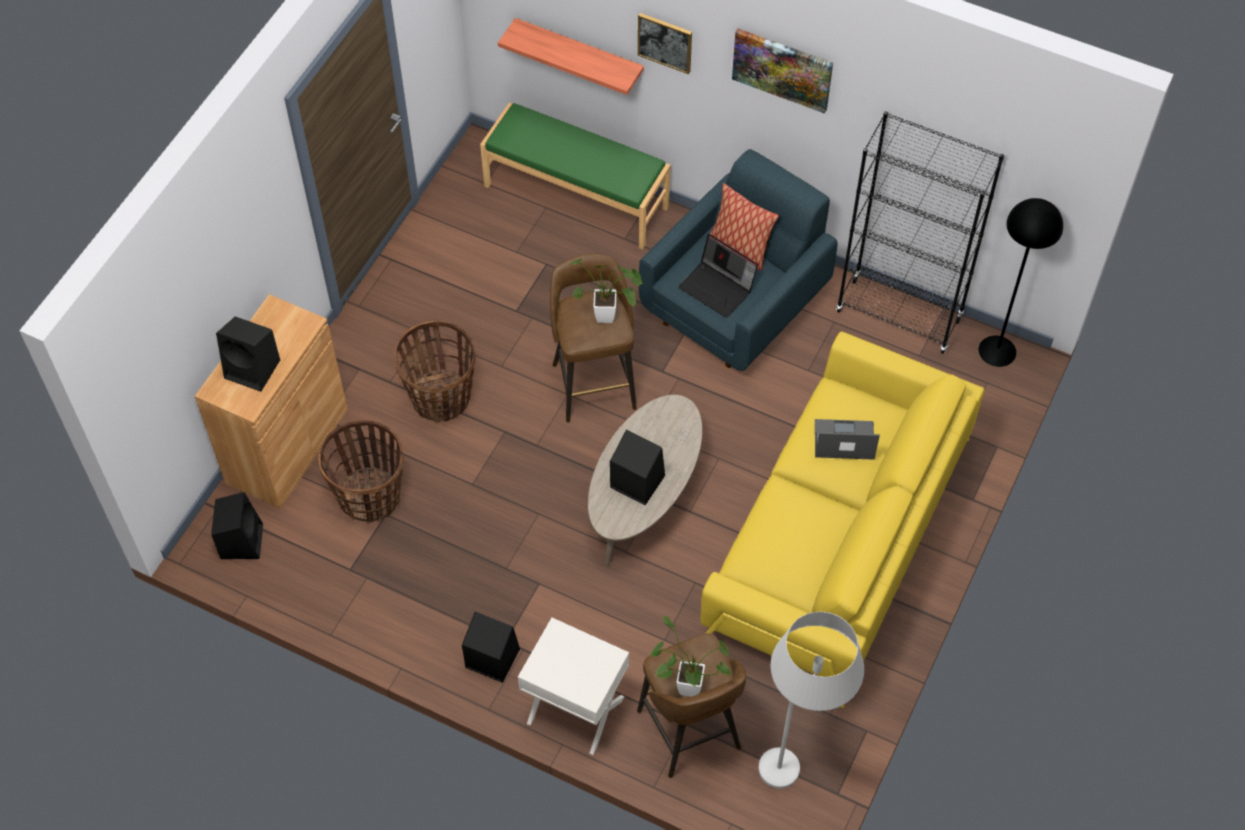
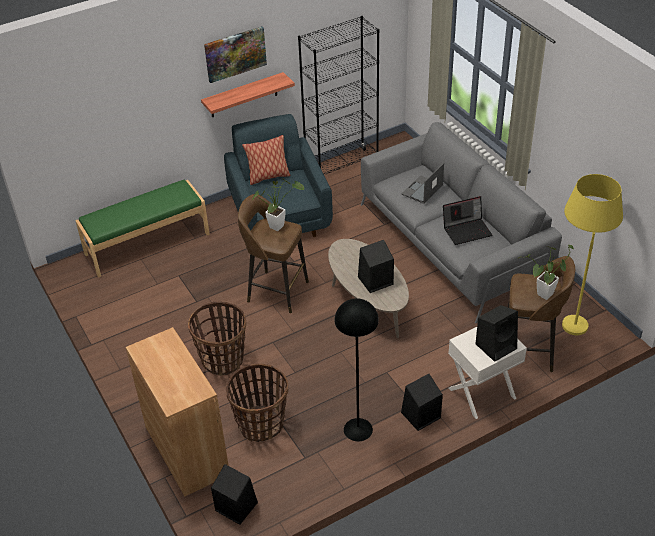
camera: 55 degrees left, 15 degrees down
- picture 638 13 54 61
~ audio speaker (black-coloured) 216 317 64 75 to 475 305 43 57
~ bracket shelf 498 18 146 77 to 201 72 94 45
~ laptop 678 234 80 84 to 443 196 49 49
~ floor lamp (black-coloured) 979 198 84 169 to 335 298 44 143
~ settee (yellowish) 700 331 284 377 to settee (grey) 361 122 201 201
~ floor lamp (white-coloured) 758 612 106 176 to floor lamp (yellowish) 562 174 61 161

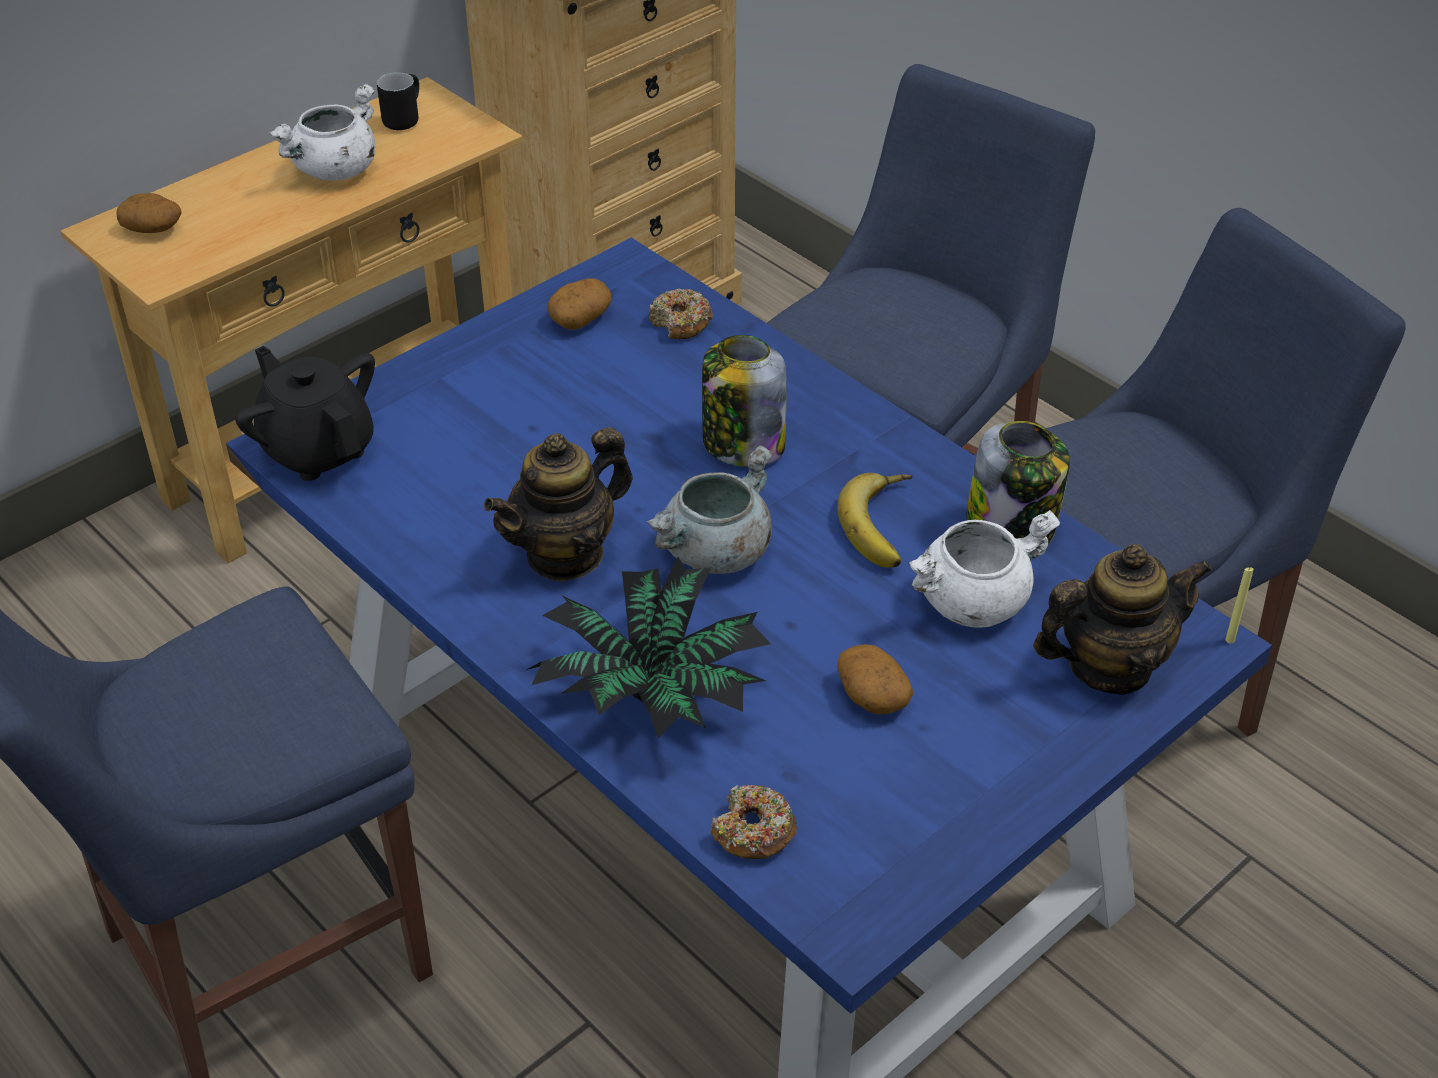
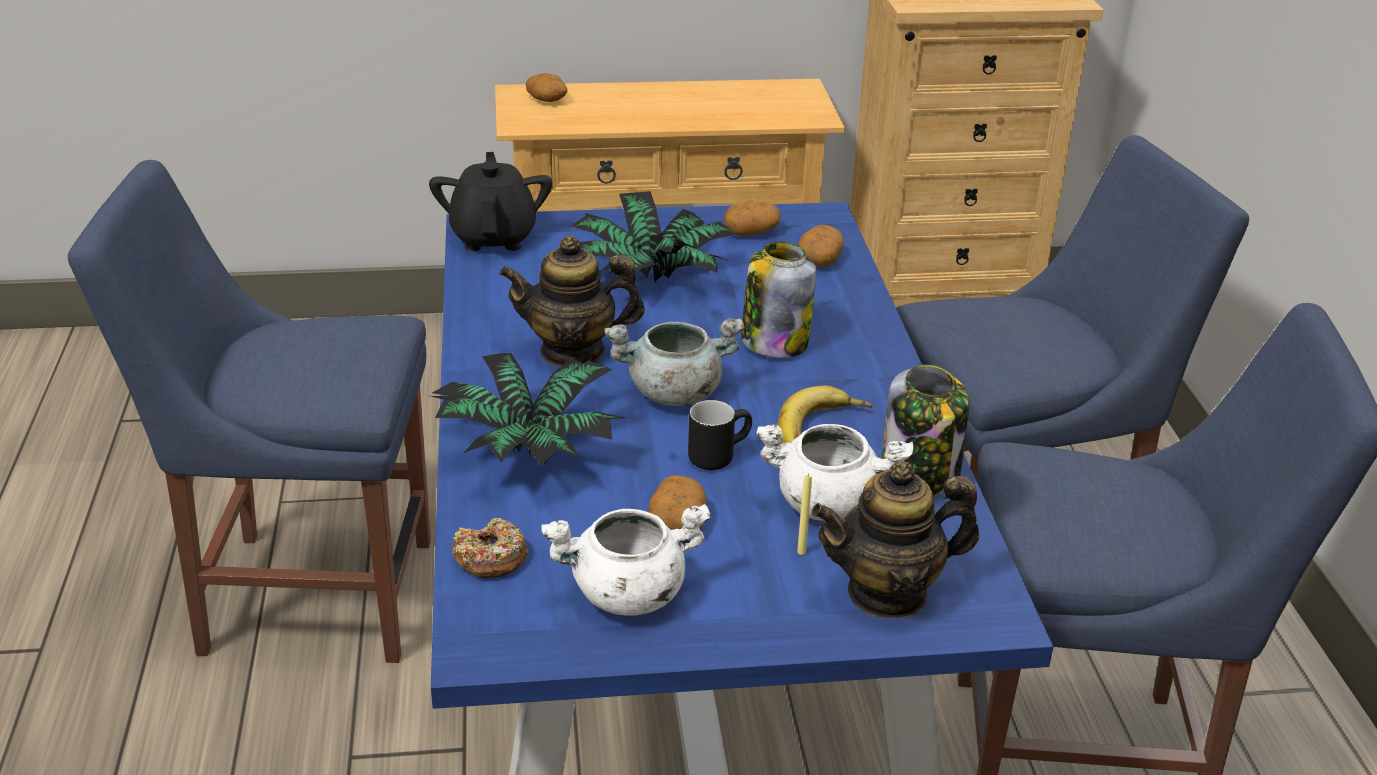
camera: 35 degrees right, 10 degrees down
+ houseplant 571 191 164 91
~ stockpot (white-coloured) 270 84 106 97 to 541 504 170 112
~ mug (black-coloured) 377 72 42 58 to 688 400 64 70
~ wax candle (yellowish) 1225 567 28 76 to 797 475 15 80
~ doughnut 649 288 64 51 to spud 798 225 46 42
~ teapot 1033 544 179 151 = 811 461 168 158 150 degrees clockwise

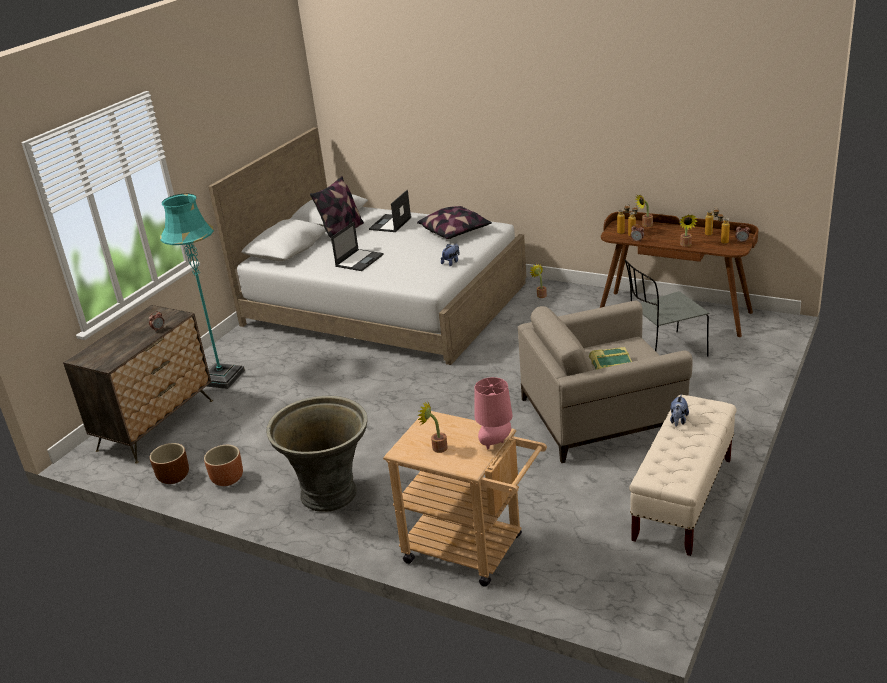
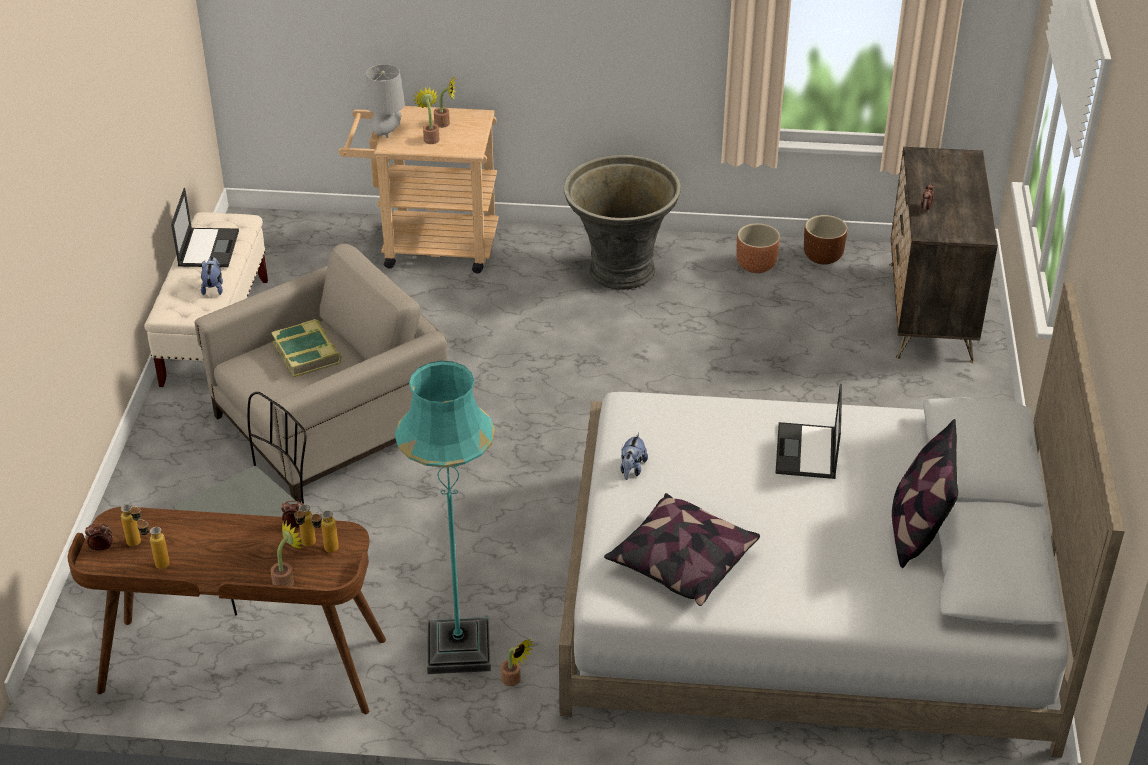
camera: 155 degrees right, 10 degrees up
~ floor lamp (turquoise-coloured) 160 194 85 195 to 395 361 100 313
~ laptop 369 190 42 42 to 171 188 68 79
~ houseplant 679 214 19 33 to 412 87 28 57
~ table lamp (pink) 474 377 39 72 to table lamp (grey) 366 64 39 74

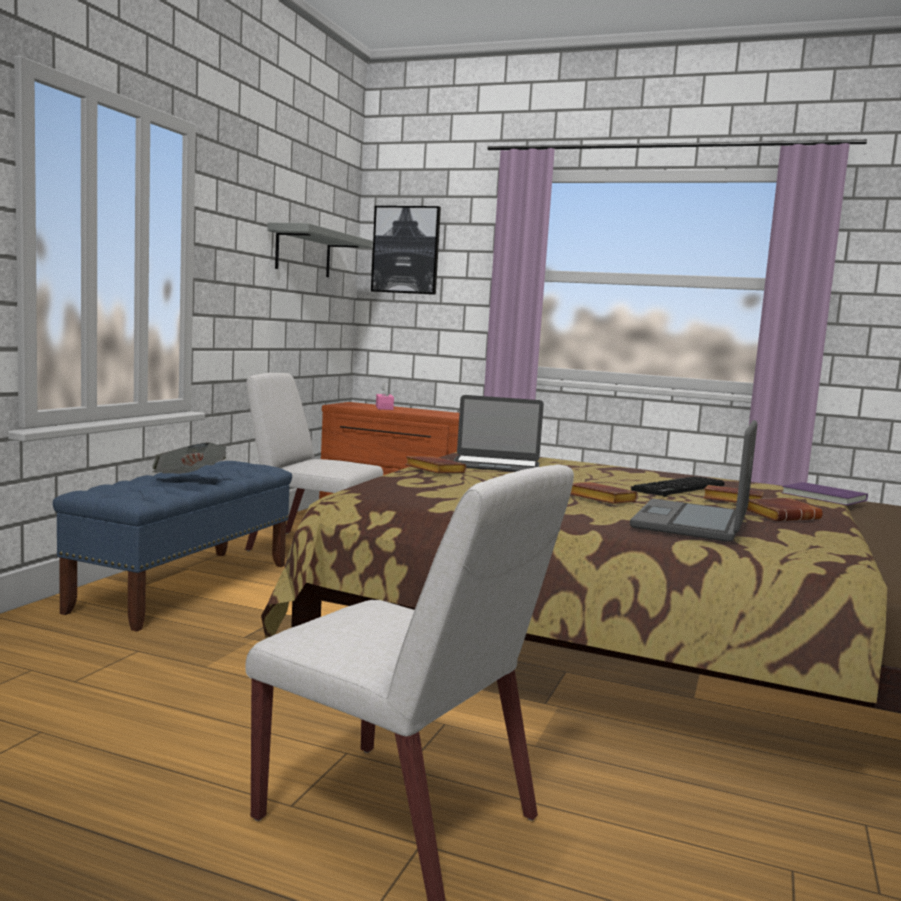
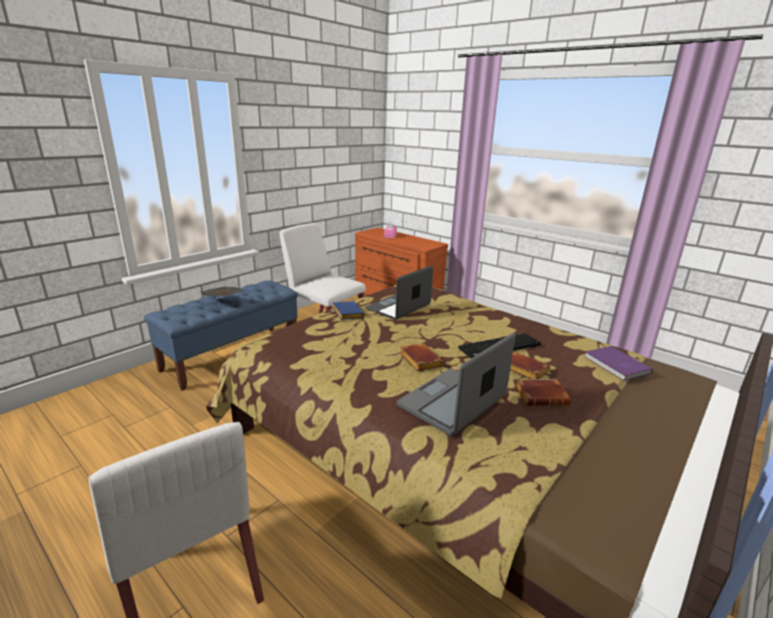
camera: 20 degrees right, 15 degrees up
- bracket shelf (grey) 267 223 106 54
- picture 371 206 70 89
~ bound book (brownish) 405 456 62 17 to bound book (blue-coloured) 332 301 33 19
~ laptop 453 395 91 77 = 365 265 68 55 105 degrees clockwise

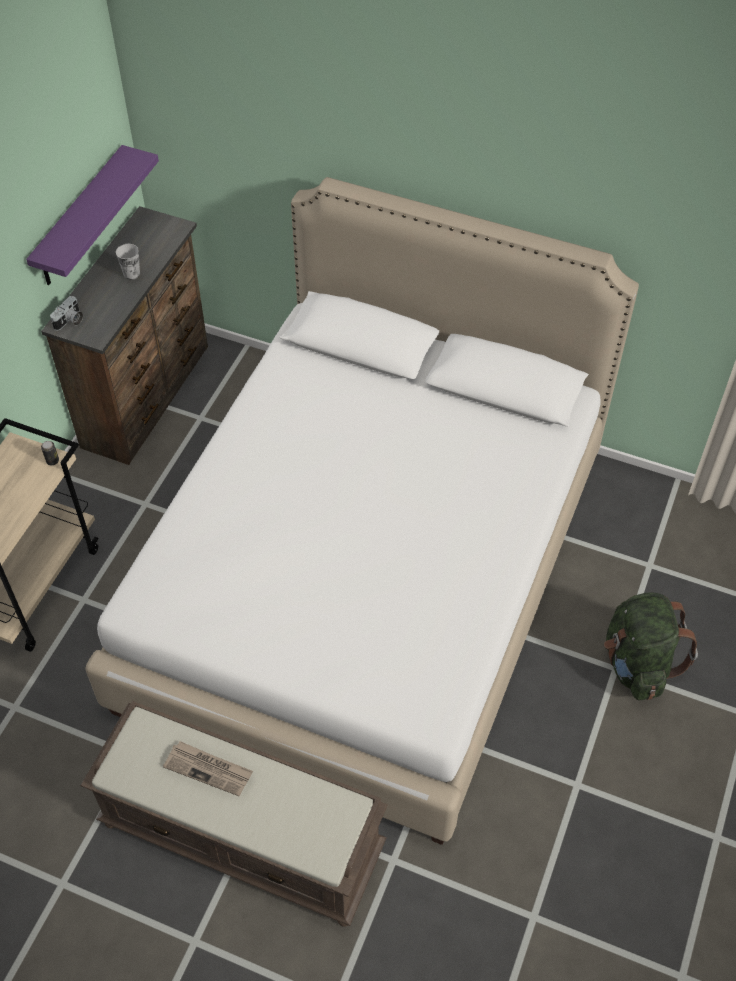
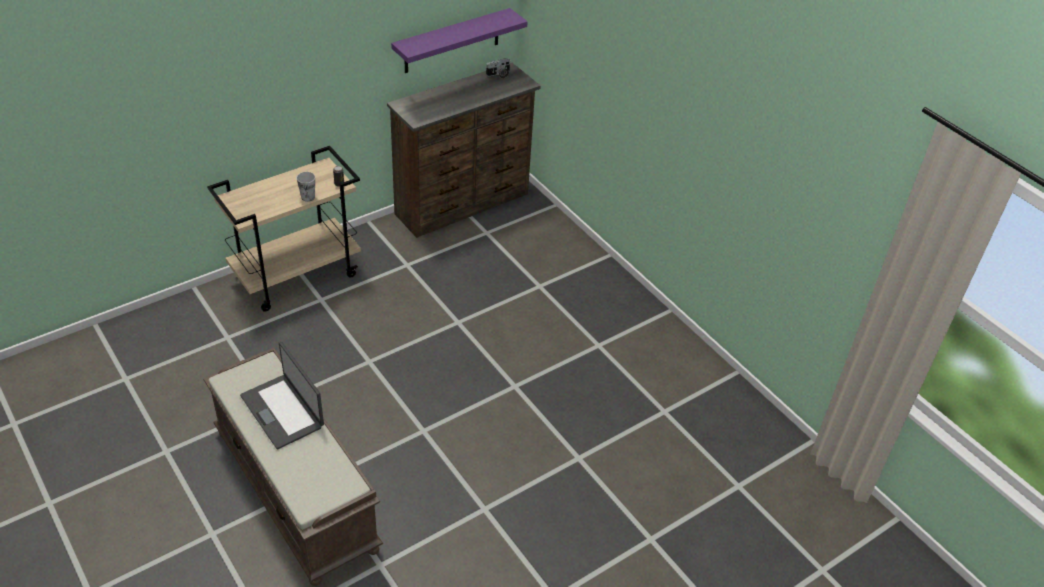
camera: 30 degrees right, 10 degrees down
- bed (white-coloured) 85 177 554 668
- backpack (green) 604 592 94 108
~ still camera 50 296 33 35 to 486 58 25 20
~ cup 116 244 24 36 to 296 172 19 30
~ newspaper 163 741 90 55 to laptop 240 342 84 107

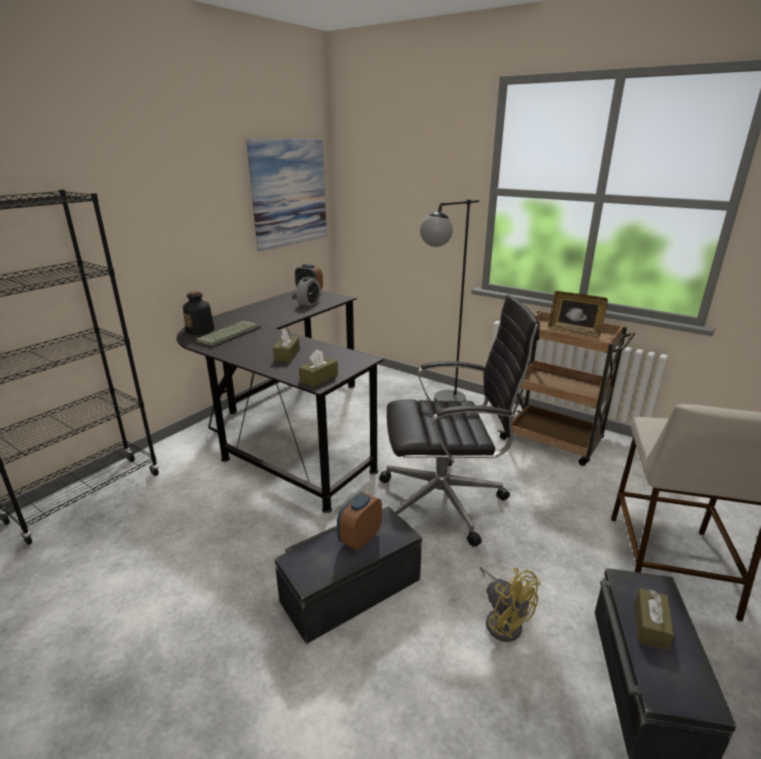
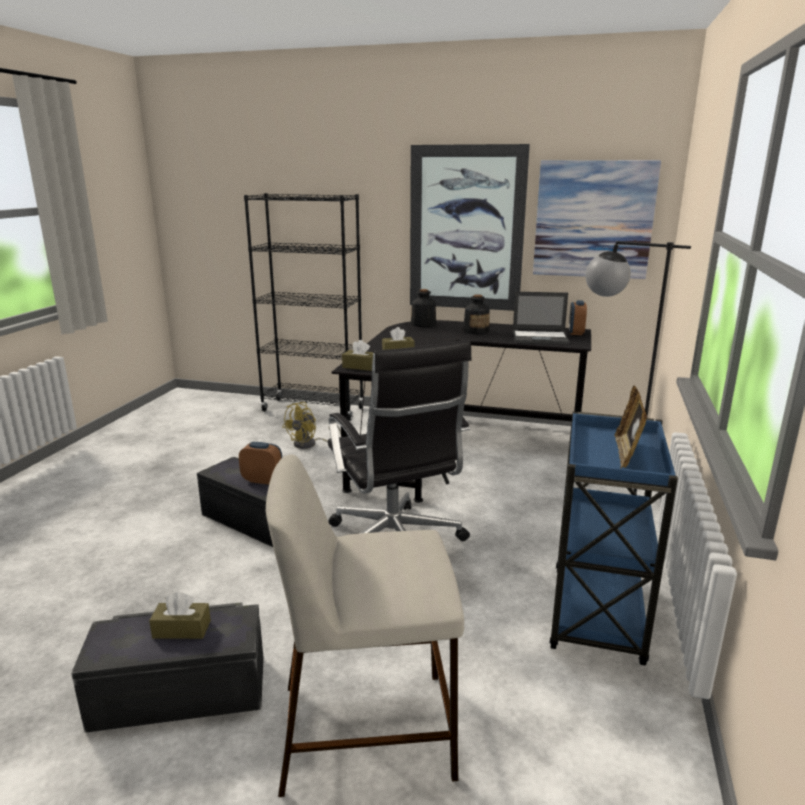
camera: 70 degrees right, 5 degrees down
- computer keyboard 195 321 66 27
+ picture 410 144 120 167
+ drink bottle 463 294 27 40
~ fan (yellowish) 480 567 60 75 to 282 402 59 47
~ alarm clock 297 276 24 30 to laptop 513 292 57 52
~ cart (brownish) 498 310 137 156 to cart (blue-coloured) 549 412 129 254

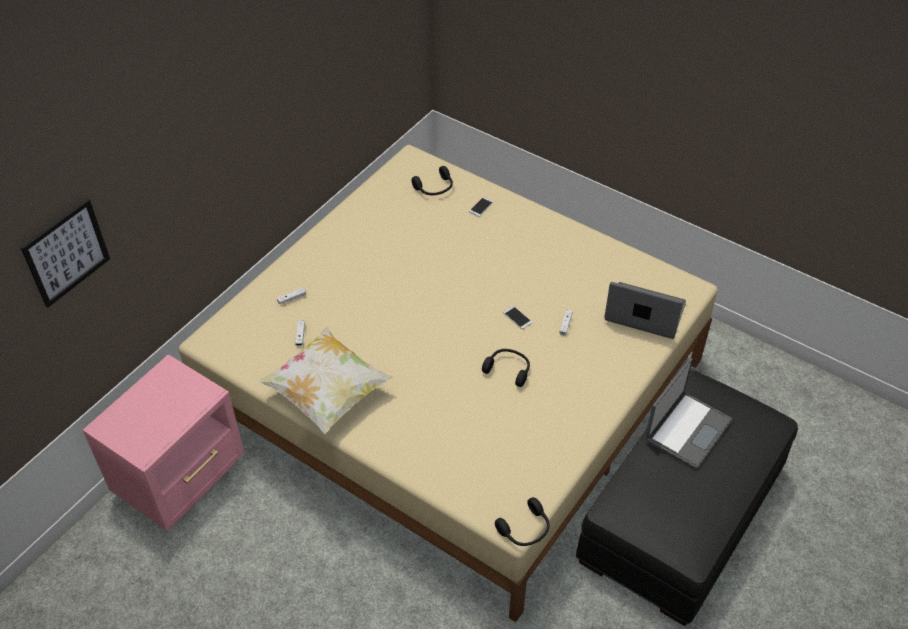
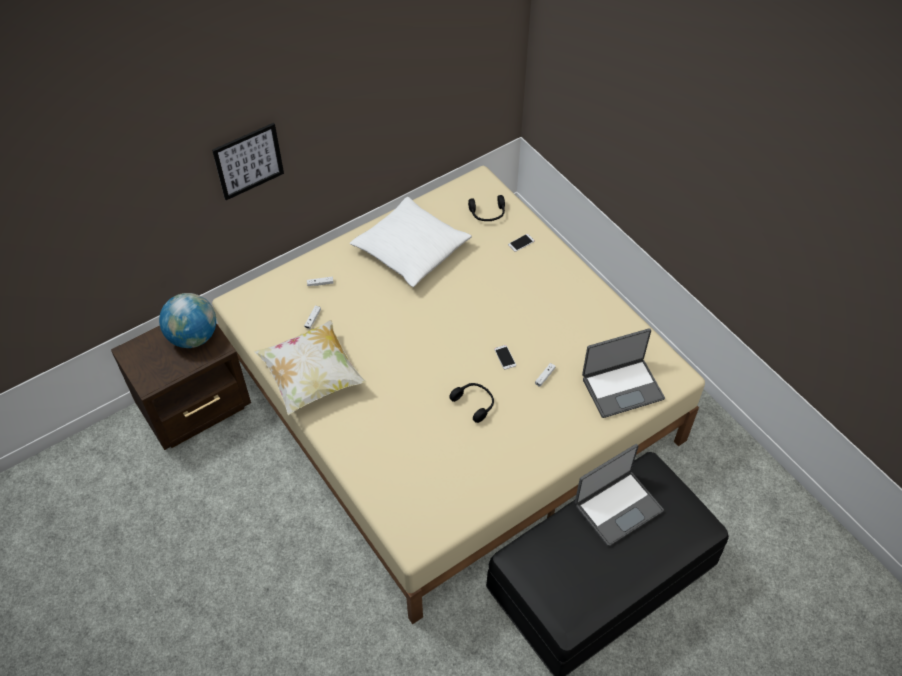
camera: 20 degrees right, 5 degrees up
- headphones (black-coloured) 495 497 55 49
+ globe 159 293 57 55
+ pillow (white-coloured) 349 197 123 90
~ picture 20 198 90 110 to 212 123 72 77
~ nightstand (pink) 83 354 161 177 to nightstand (brownish) 111 323 140 127
~ laptop 604 282 82 57 = 582 328 83 90 120 degrees clockwise

